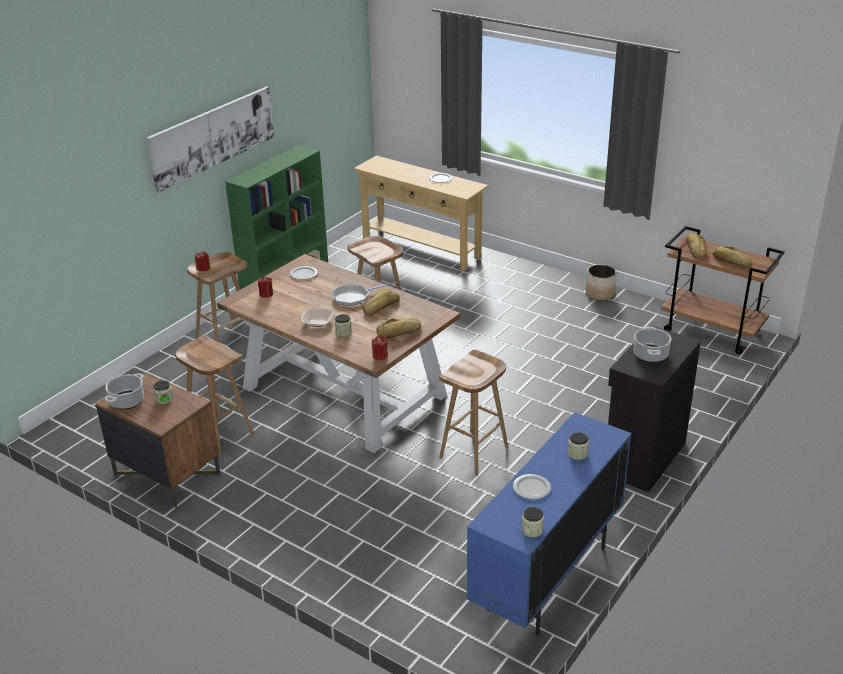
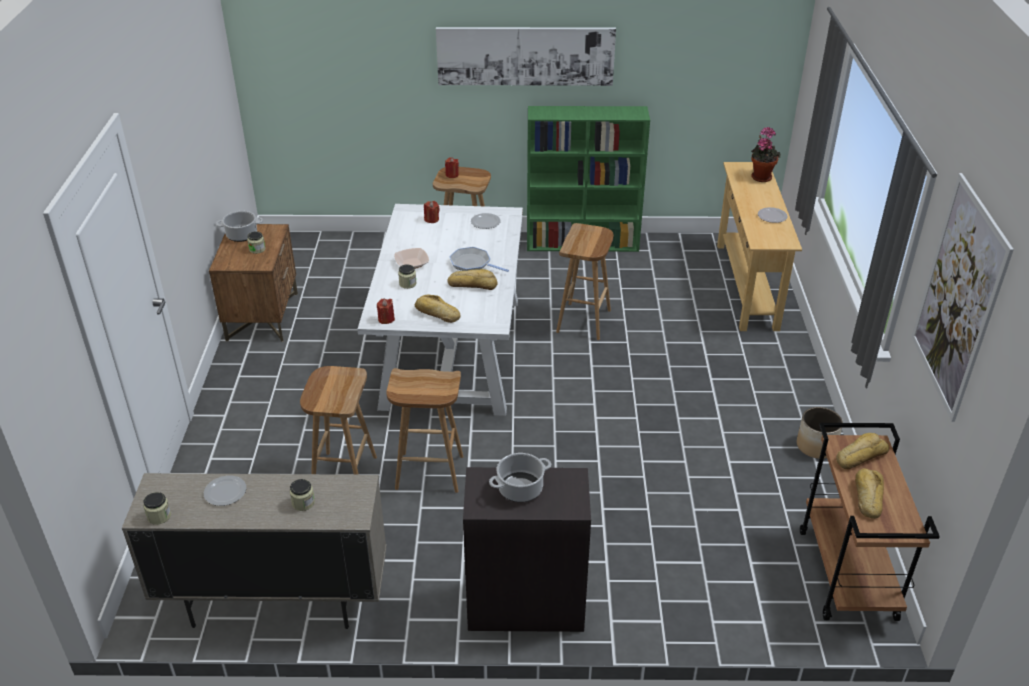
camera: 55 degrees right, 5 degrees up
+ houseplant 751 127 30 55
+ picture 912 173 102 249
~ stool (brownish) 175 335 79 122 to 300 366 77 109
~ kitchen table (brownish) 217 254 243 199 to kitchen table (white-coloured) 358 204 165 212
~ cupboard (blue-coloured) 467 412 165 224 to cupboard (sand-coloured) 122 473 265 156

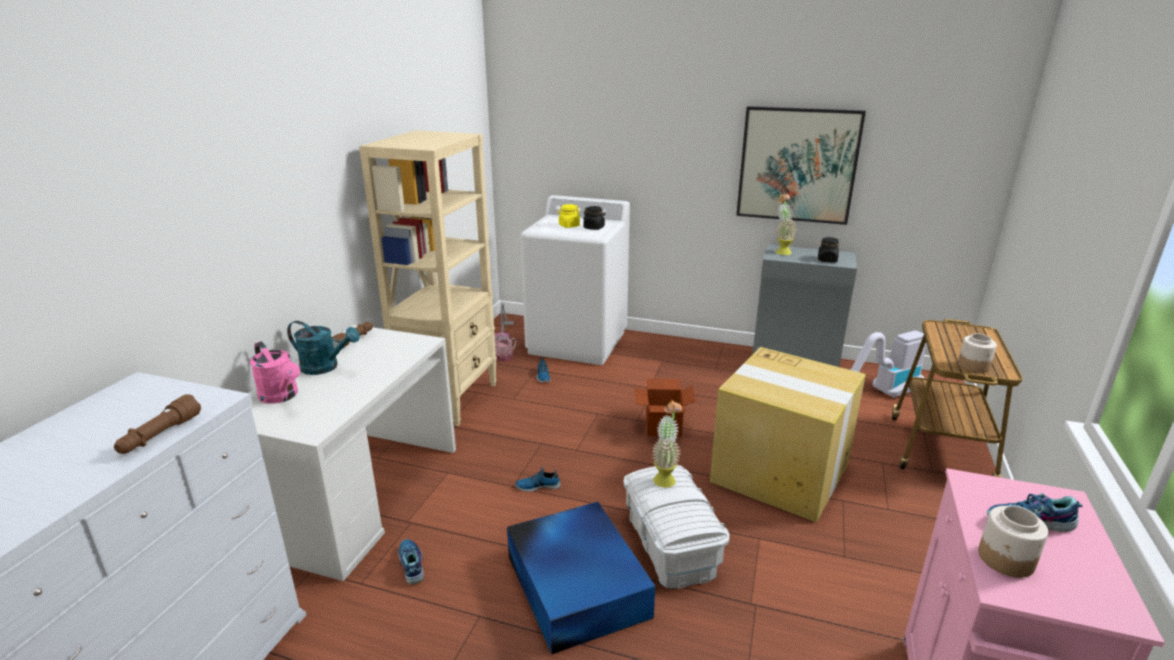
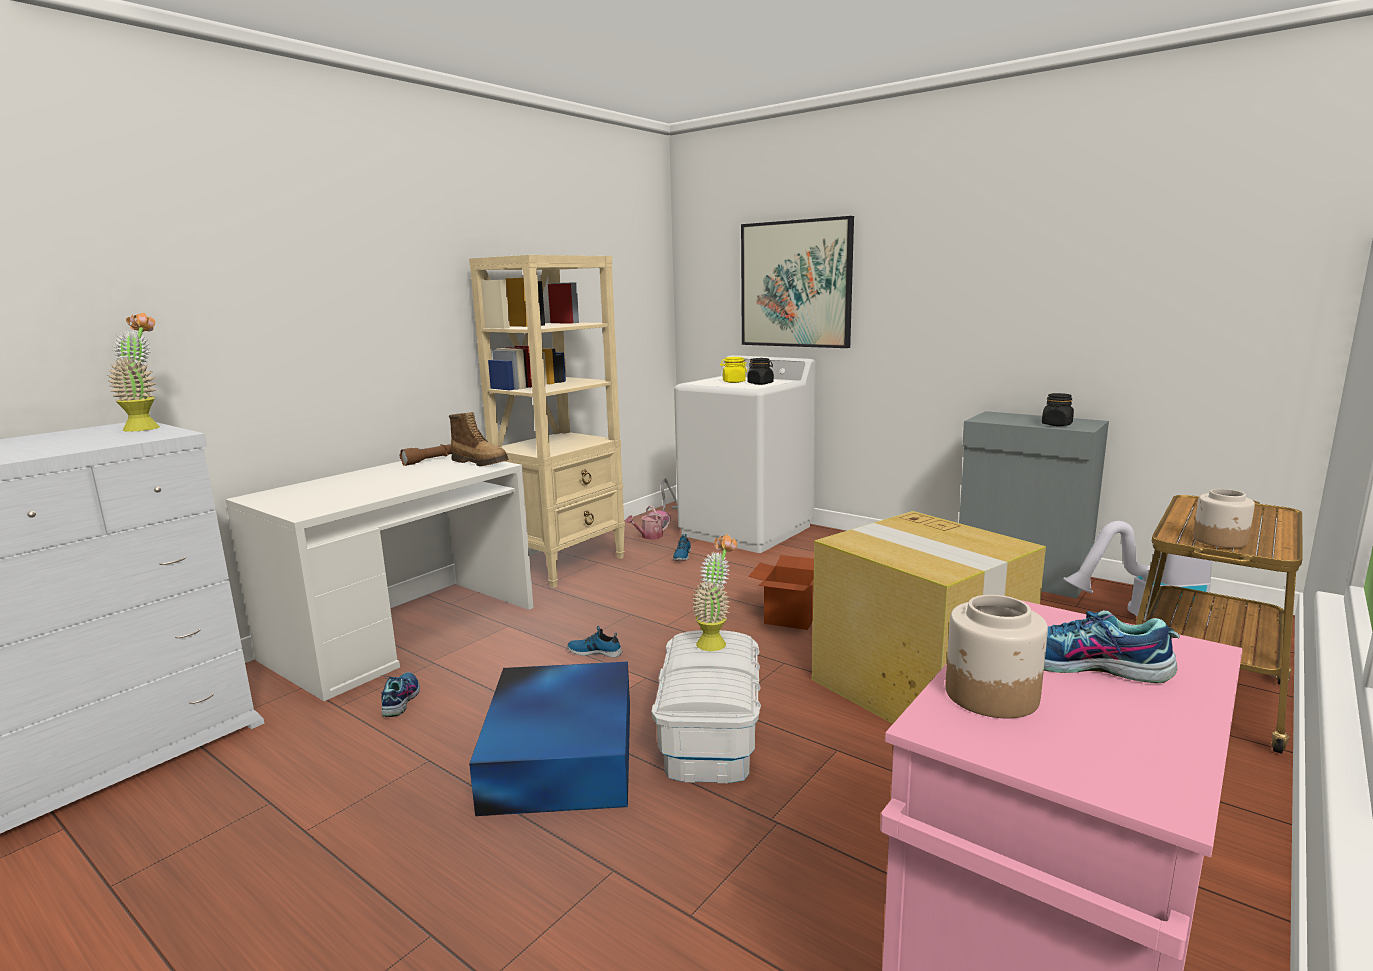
camera: 20 degrees right, 10 degrees down
- hand torch (brownish) 114 394 87 60
- watering pot (pink) 250 341 50 63
- watering pot (turquoise-coloured) 287 321 73 54
+ boot 449 412 60 54
~ picture 736 106 130 119 to 741 216 113 132
~ houseplant 776 194 21 61 to 107 313 53 119

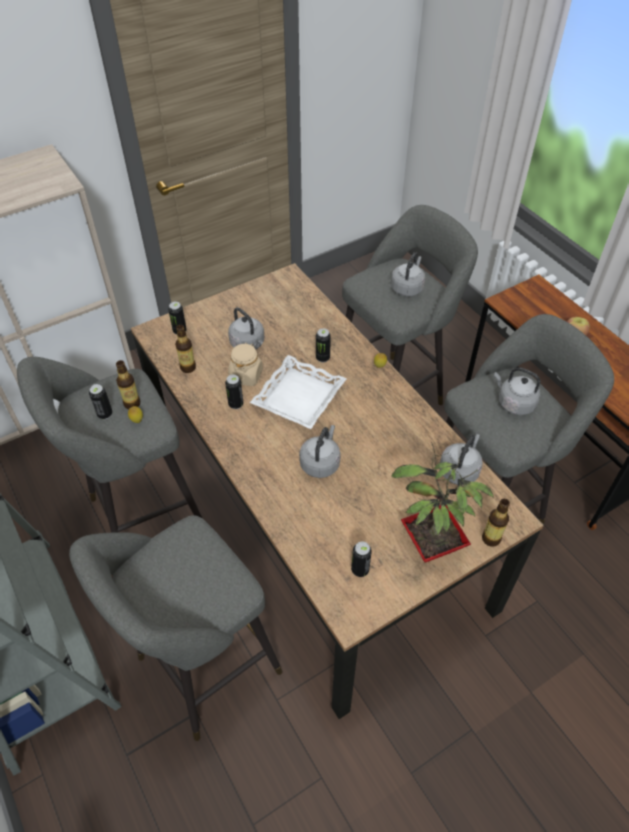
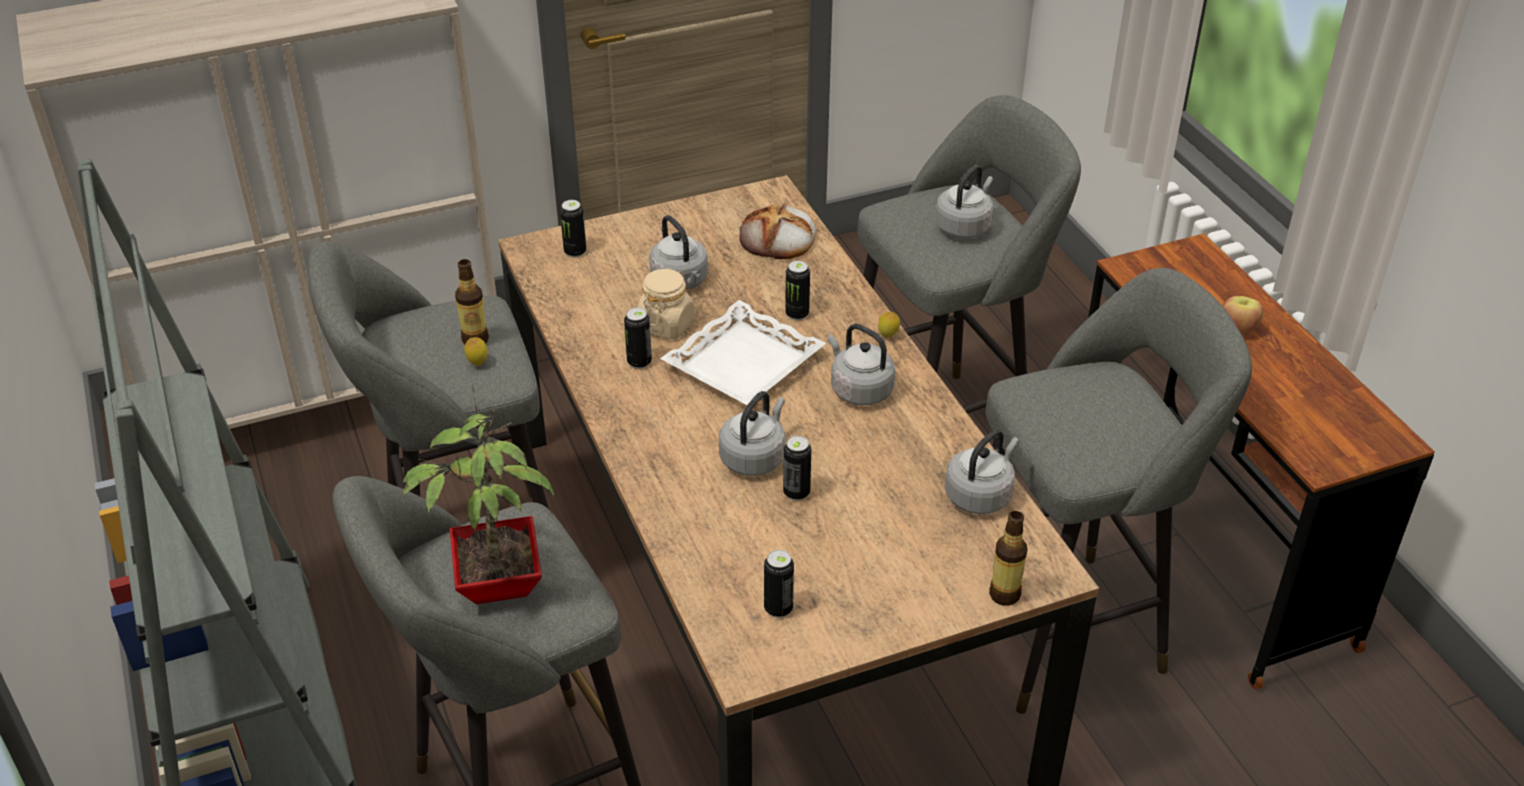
camera: 10 degrees right, 10 degrees down
- drink bottle 175 325 21 48
+ bakery bread 739 203 77 56
~ metal can 89 384 23 35 to 783 436 28 65
~ houseplant 391 442 103 121 to 402 387 153 217
~ tea kettle (grey) 494 367 47 48 to 827 324 68 81

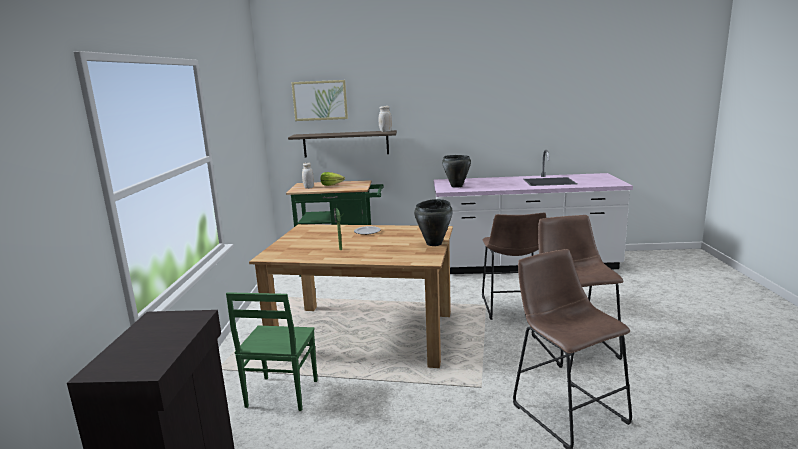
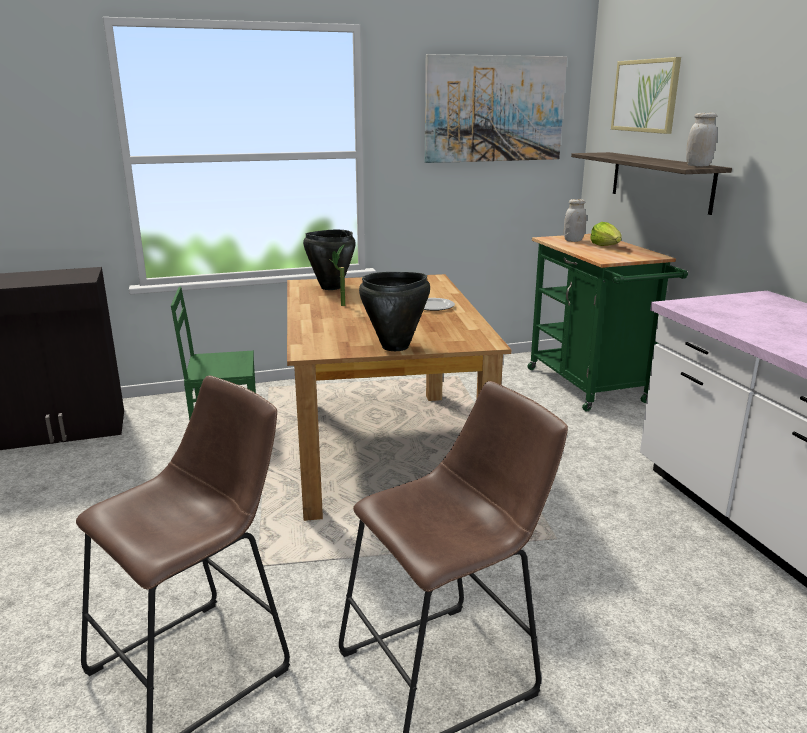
camera: 70 degrees right, 5 degrees up
- stool (brownish) 482 212 64 108
+ picture 425 54 142 109
~ stockpot (black-coloured) 442 155 29 33 to 303 230 53 60

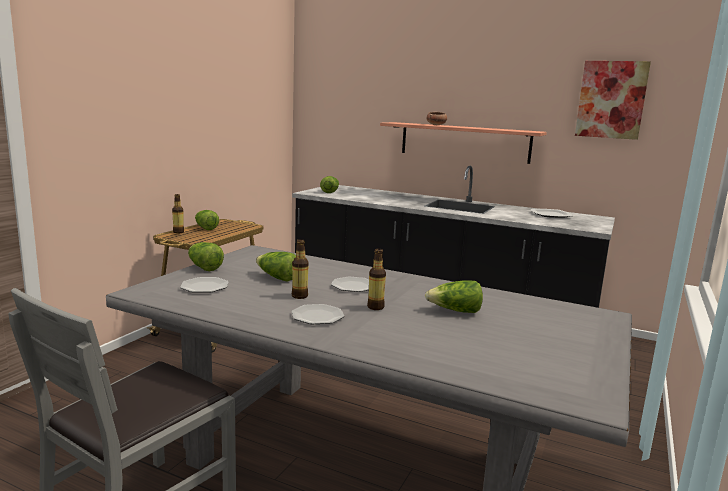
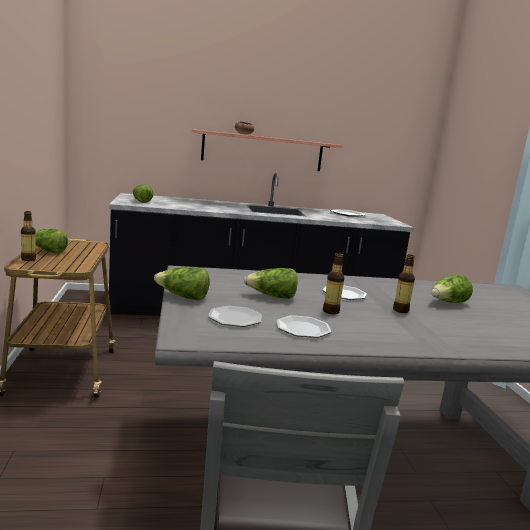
camera: 35 degrees left, 0 degrees up
- picture 575 61 76 79
~ dinner plate 291 304 53 20 to 276 315 55 23

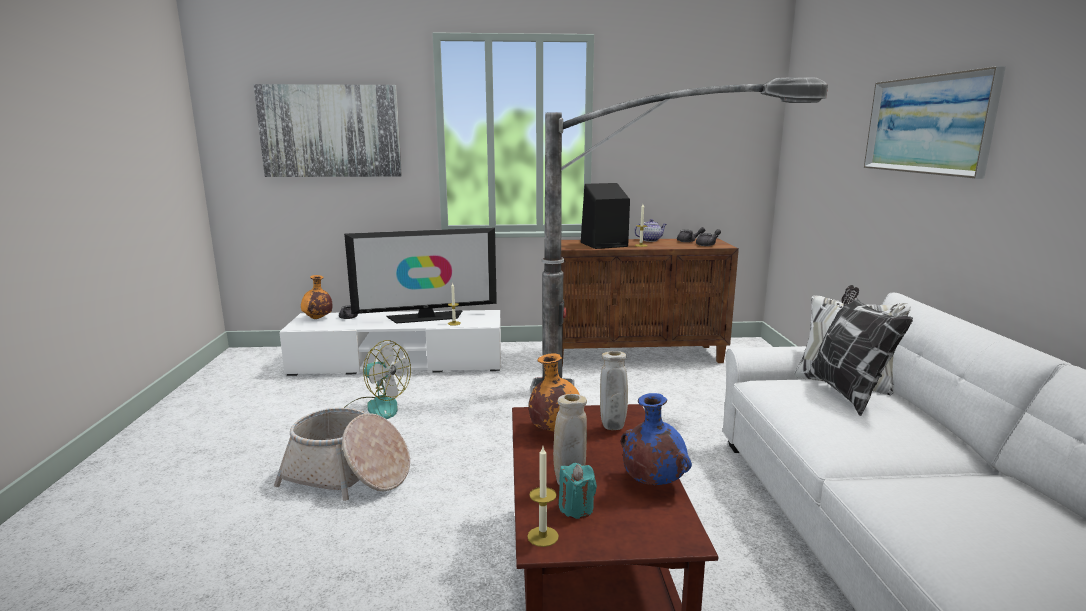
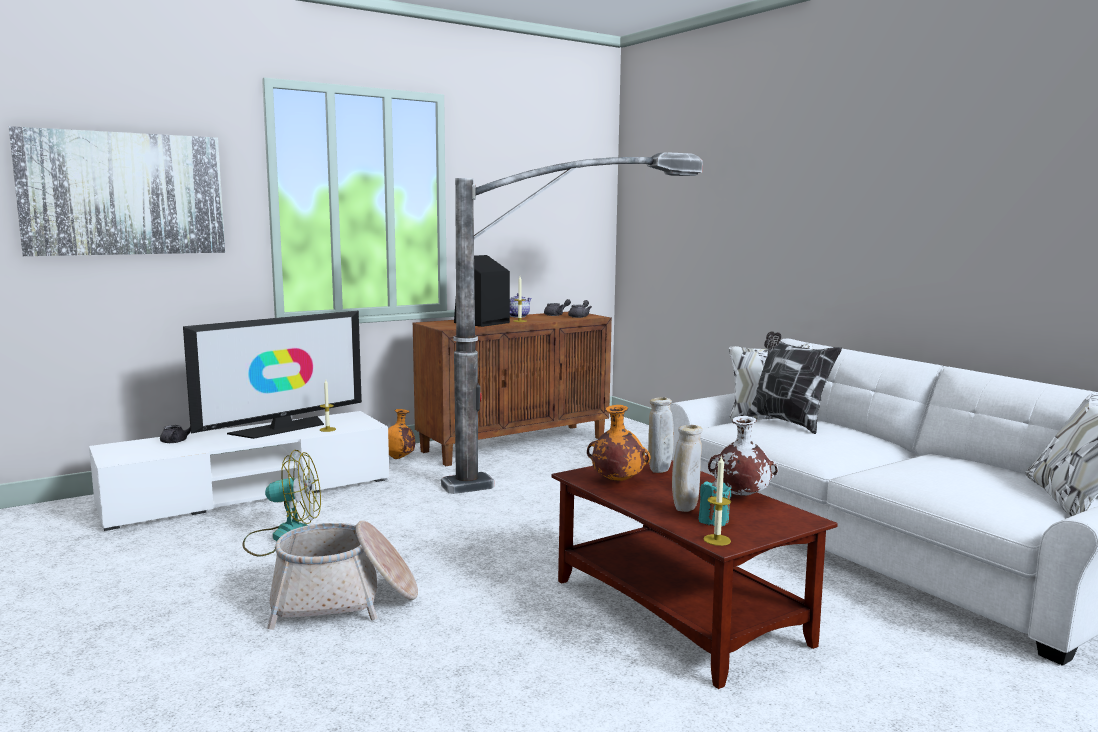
camera: 30 degrees left, 5 degrees down
- picture 864 66 142 113
~ vase (orangey) 301 275 32 44 to 388 409 27 50
~ vase (blue-coloured) 621 393 71 92 to vase (white-coloured) 708 416 70 80

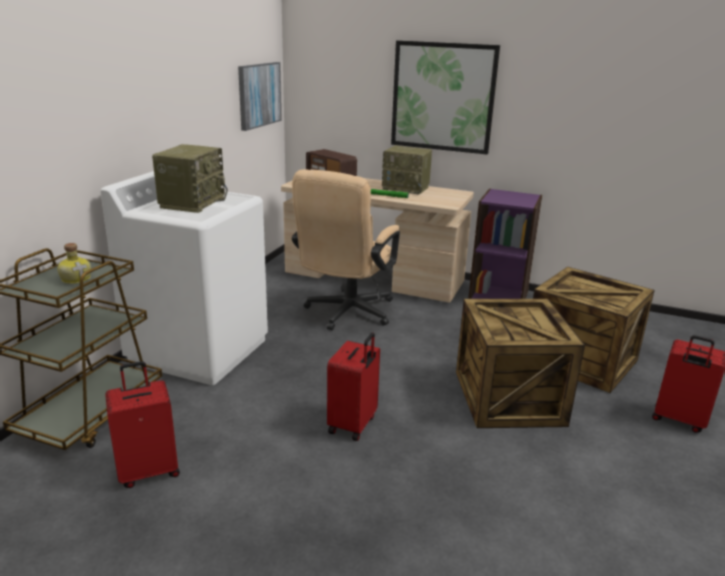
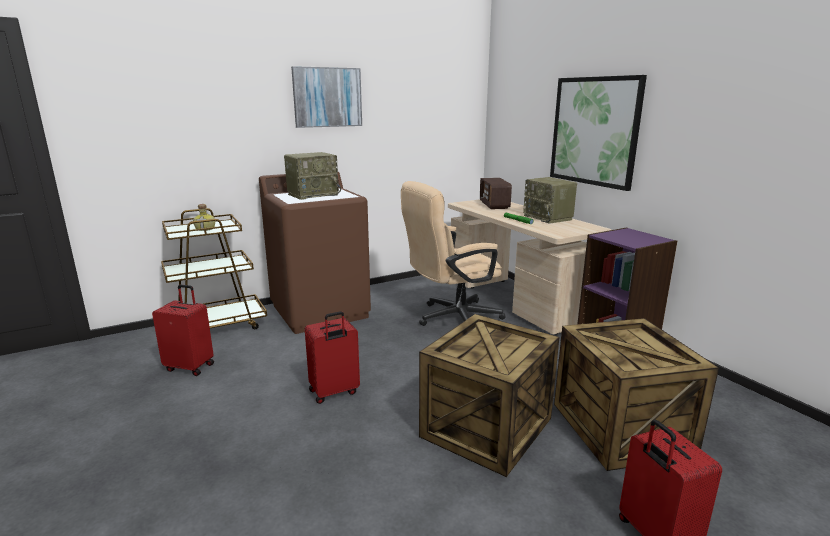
camera: 40 degrees right, 5 degrees down
~ picture 238 62 44 69 to 291 66 71 62
~ washing machine (white-coloured) 100 171 168 214 to washing machine (brownish) 259 172 112 162

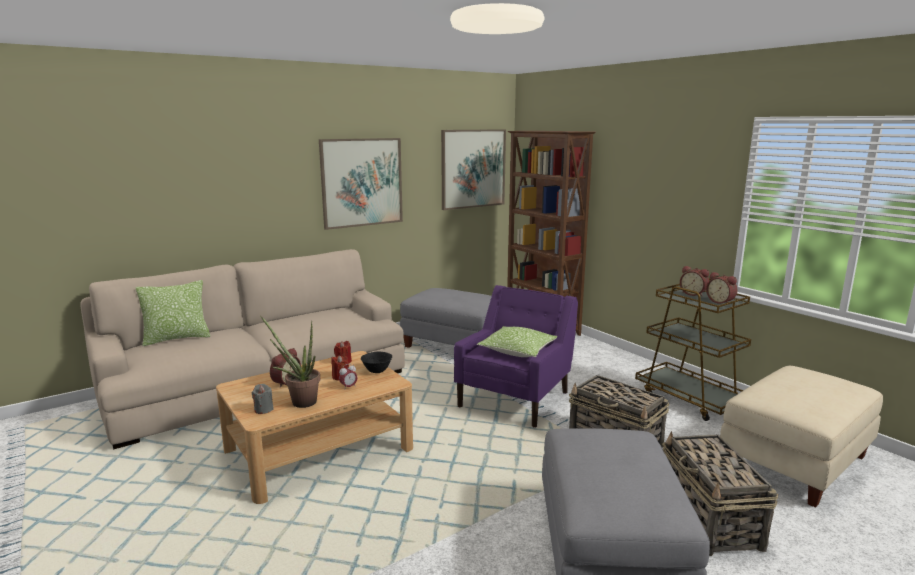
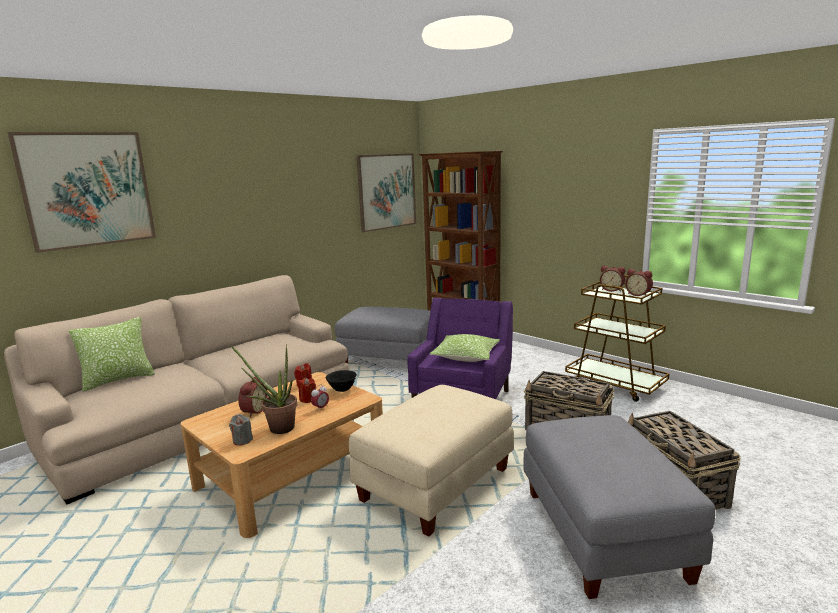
camera: 10 degrees left, 0 degrees up
~ picture 319 138 84 92 to 7 132 149 121
~ ottoman (sand-coloured) 720 366 163 142 to 349 385 165 151

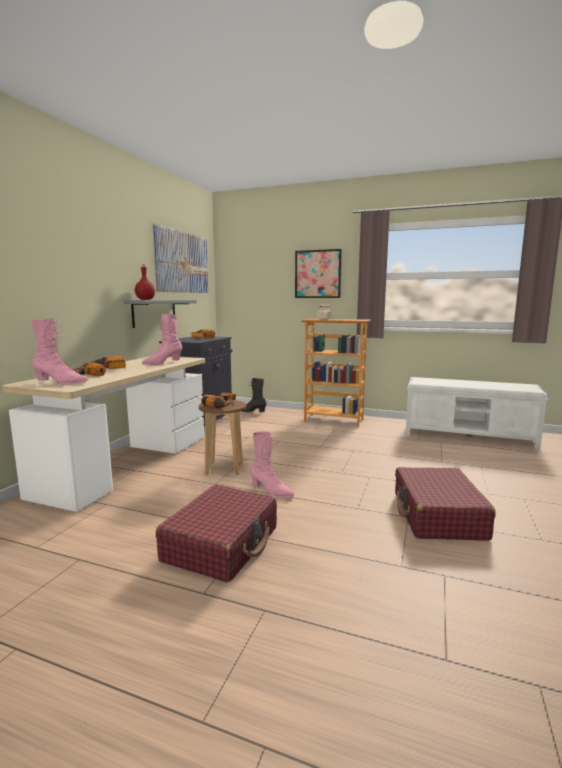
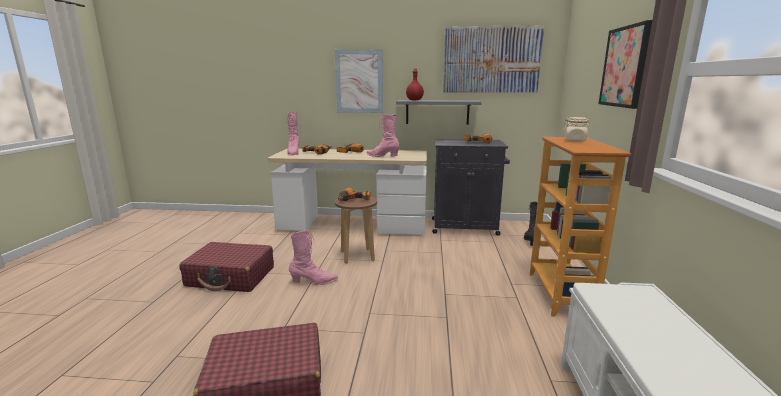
camera: 75 degrees right, 5 degrees up
+ picture 335 50 48 63
~ boot (pink) 250 432 44 67 = 289 231 49 54 120 degrees counterclockwise

